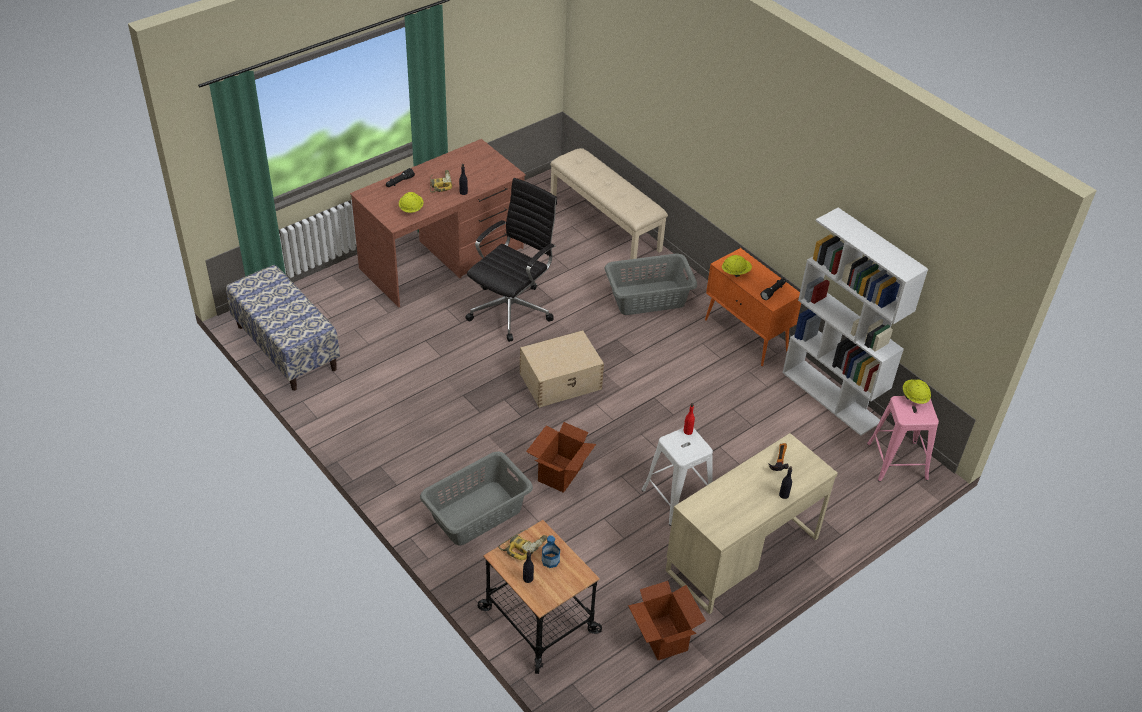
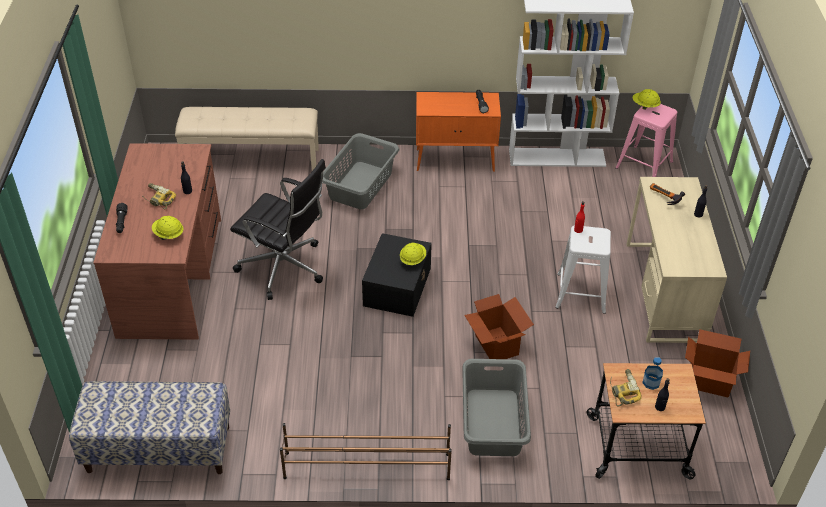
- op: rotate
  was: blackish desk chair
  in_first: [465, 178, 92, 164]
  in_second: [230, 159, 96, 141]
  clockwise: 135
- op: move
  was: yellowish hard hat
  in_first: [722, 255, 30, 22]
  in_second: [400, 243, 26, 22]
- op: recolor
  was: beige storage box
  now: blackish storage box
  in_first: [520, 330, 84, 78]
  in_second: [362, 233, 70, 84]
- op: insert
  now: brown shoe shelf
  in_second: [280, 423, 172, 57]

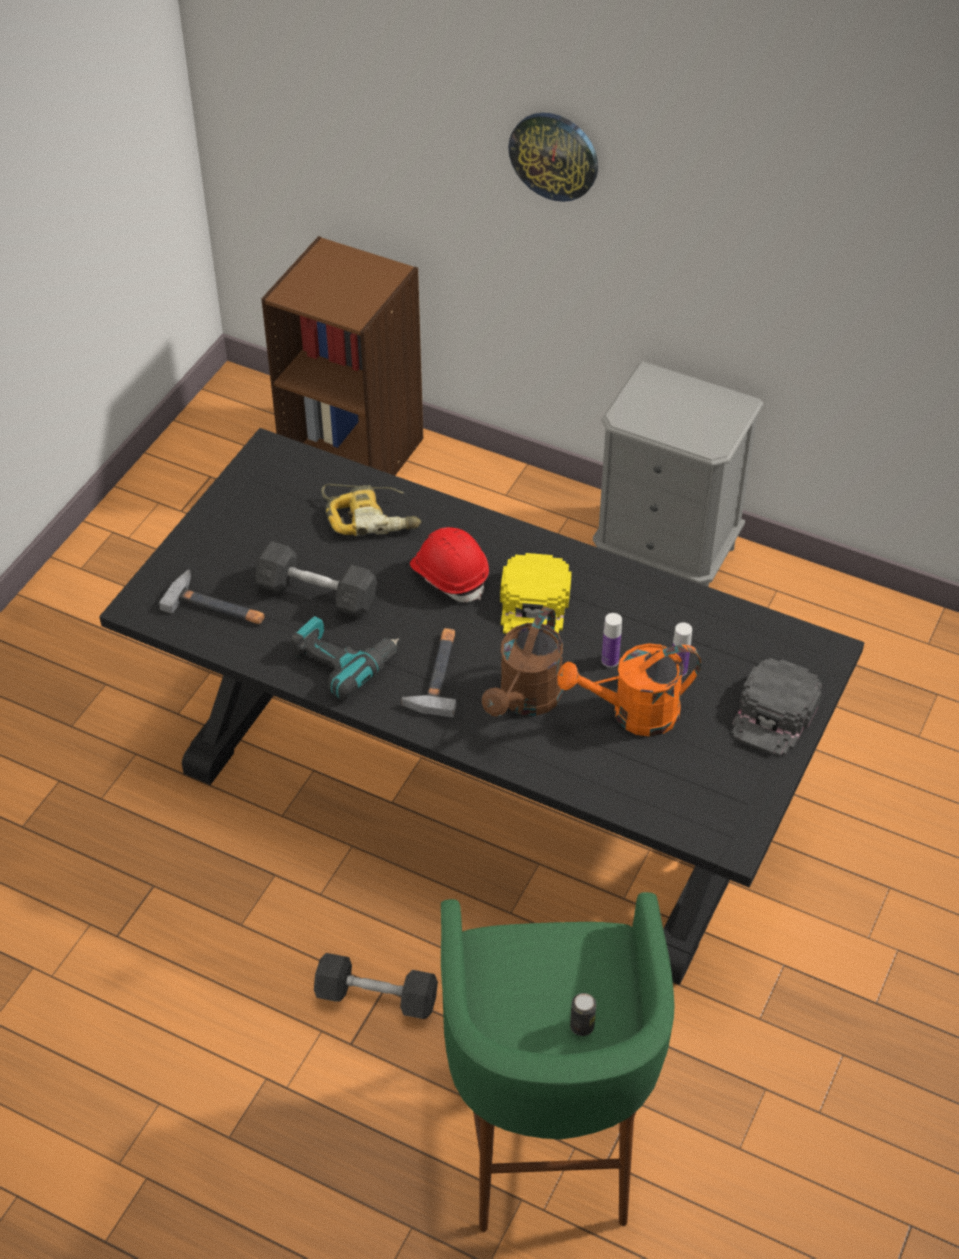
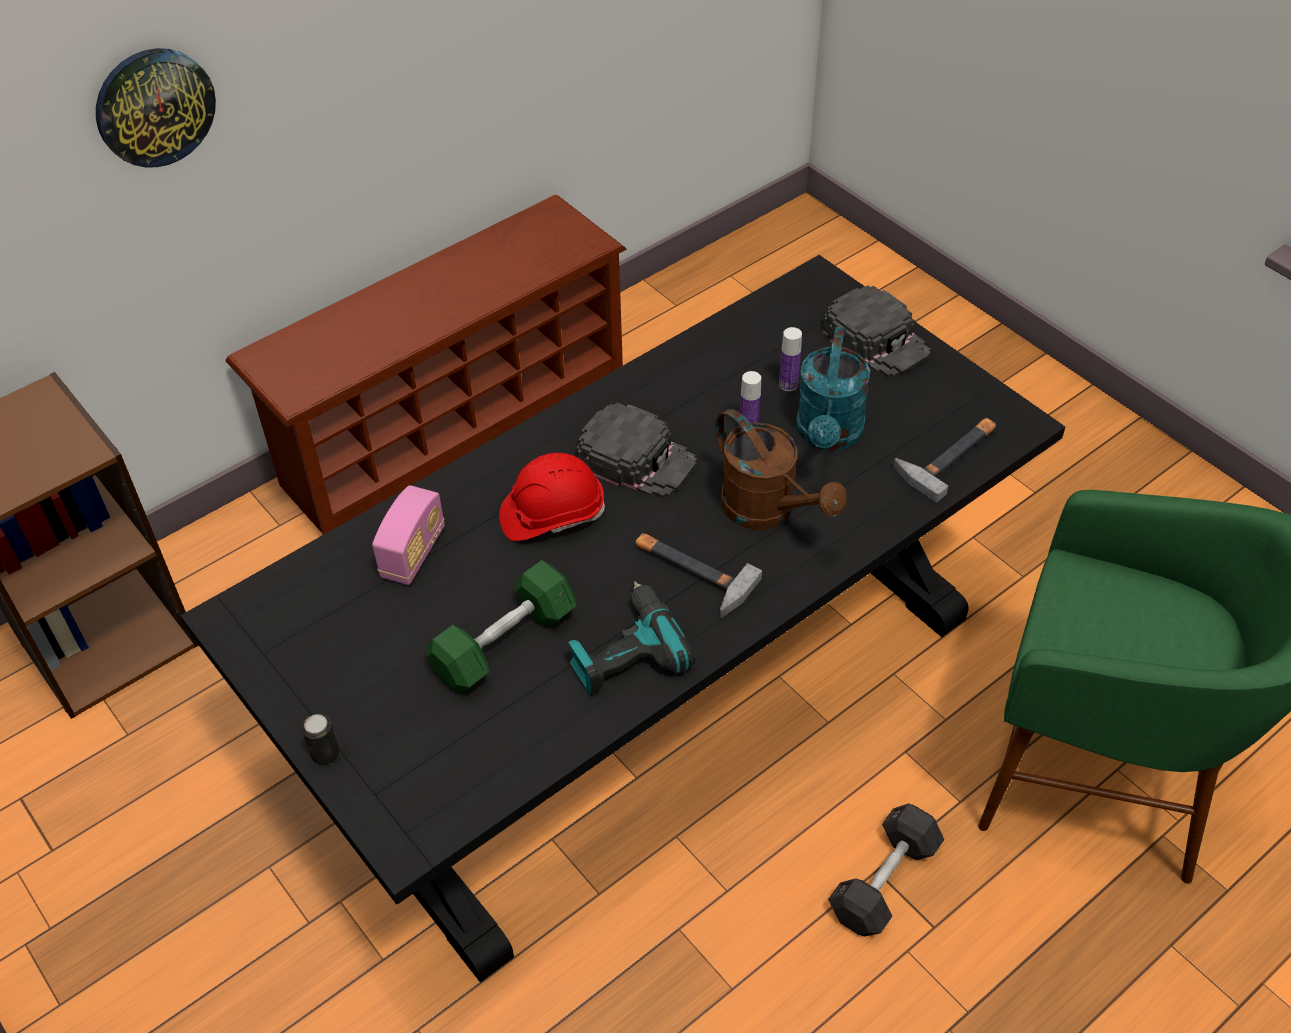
- op: replace
  was: grey night table
  now: brown shoe shelf
  in_first: [593, 361, 171, 226]
  in_second: [226, 195, 401, 340]
- op: replace
  was: drill
  now: radio receiver
  in_first: [321, 484, 100, 52]
  in_second: [372, 485, 73, 100]
- op: recolor
  was: grey hand weight
  now: green hand weight
  in_first: [255, 541, 122, 77]
  in_second: [426, 560, 151, 134]
- op: recolor
  was: yellowish cap
  now: blackish cap
  in_first: [500, 553, 71, 81]
  in_second: [576, 403, 121, 95]
- op: move
  was: hammer
  in_first: [159, 569, 106, 55]
  in_second: [893, 418, 103, 85]
- op: recolor
  was: orangey watering pot
  now: blue-green watering pot
  in_first: [558, 643, 143, 94]
  in_second: [796, 327, 74, 124]
- op: move
  was: sealed can
  in_first: [570, 993, 26, 43]
  in_second: [302, 714, 38, 51]

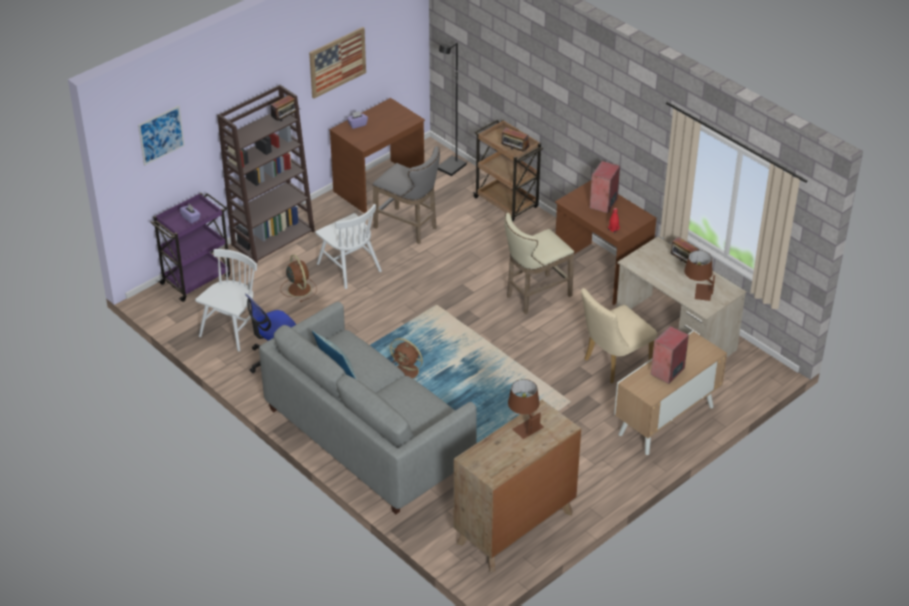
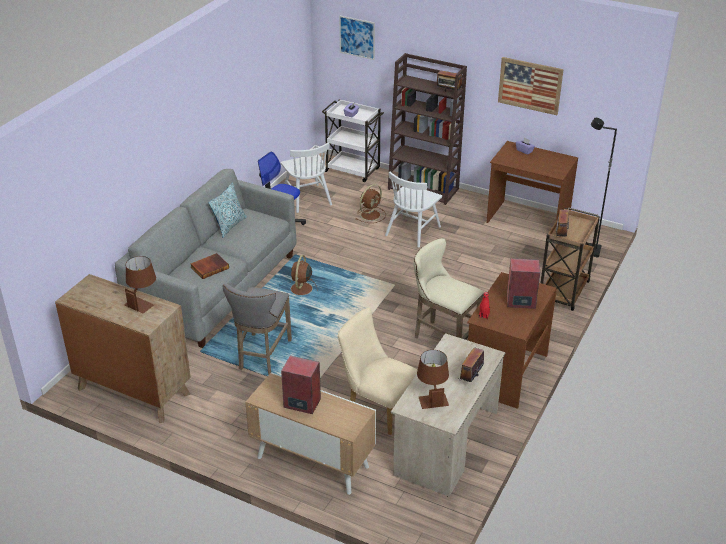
- op: move
  was: grey stool seat
  in_first: [373, 146, 67, 98]
  in_second: [223, 283, 69, 92]
- op: recolor
  was: purplish trolley
  now: whitish trolley
  in_first: [150, 193, 81, 109]
  in_second: [322, 99, 62, 83]
- op: rotate
  was: whitish chair
  in_first: [195, 249, 62, 103]
  in_second: [281, 142, 51, 71]
  clockwise: 60
- op: insert
  now: volume
  in_second: [191, 253, 38, 26]

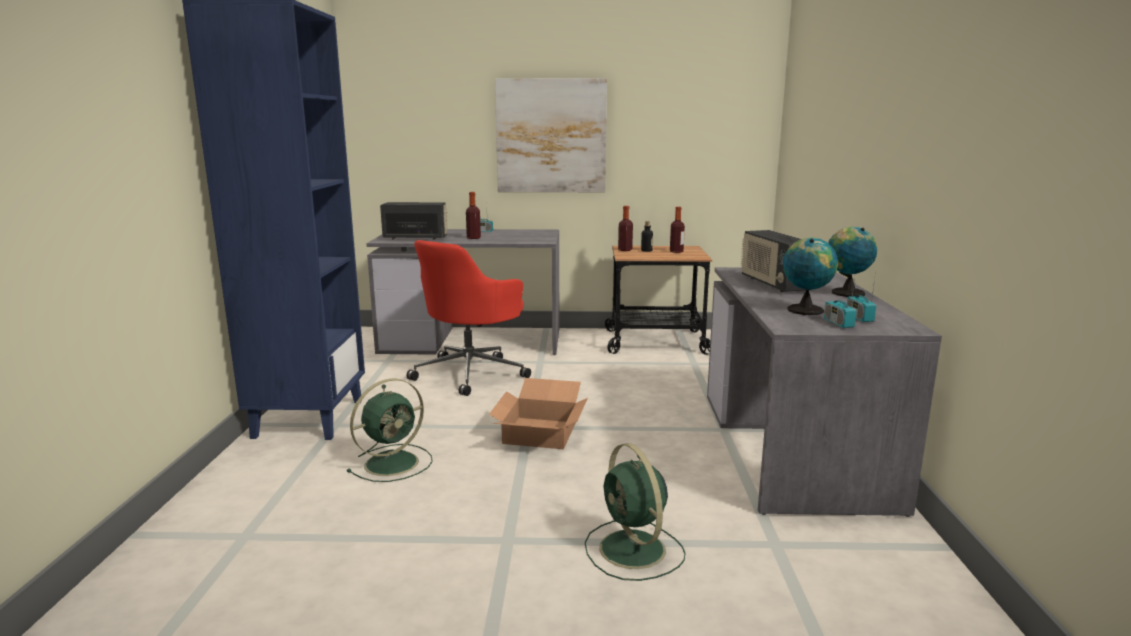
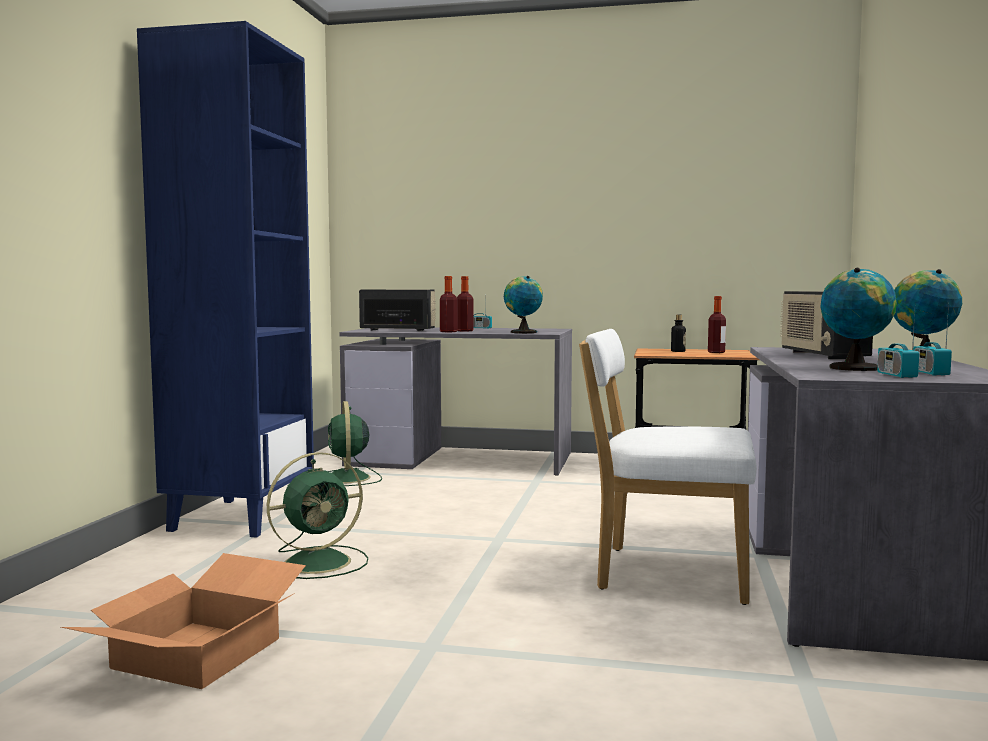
- op: delete
  was: picture
  in_first: [495, 78, 112, 114]
- op: move
  was: beverage bottle
  in_first: [618, 206, 15, 45]
  in_second: [440, 276, 17, 56]
- op: delete
  was: reddish desk chair
  in_first: [406, 240, 125, 156]
- op: move
  was: cardboard box
  in_first: [489, 378, 99, 71]
  in_second: [61, 553, 245, 136]
- op: move
  was: green cooling fan
  in_first: [585, 443, 101, 138]
  in_second: [327, 401, 55, 85]
- op: insert
  now: globe
  in_second: [504, 276, 39, 57]
- op: insert
  now: whitish chair
  in_second: [579, 329, 178, 276]

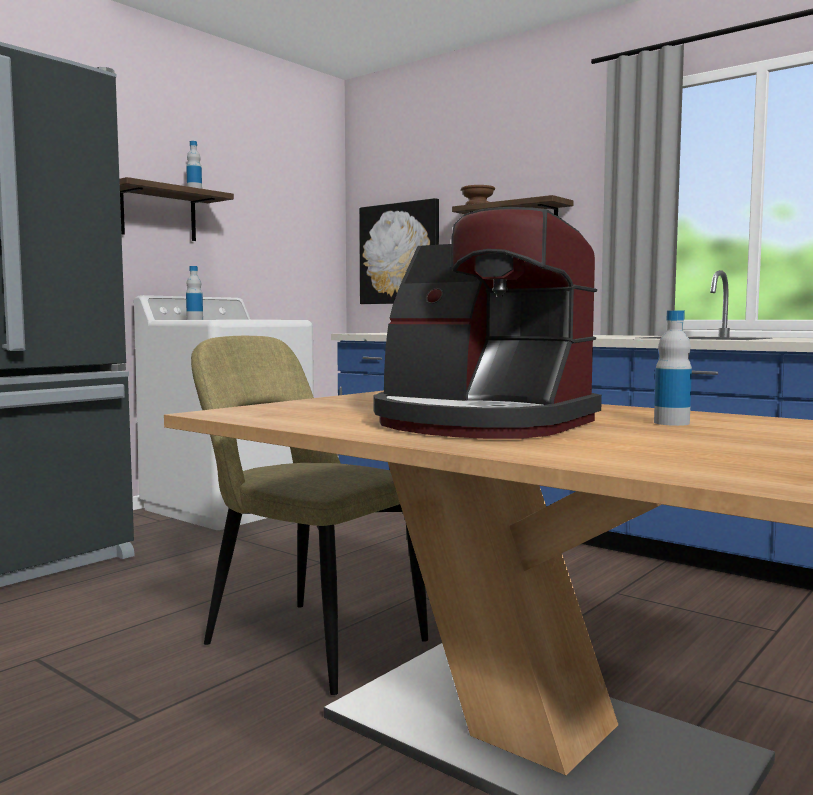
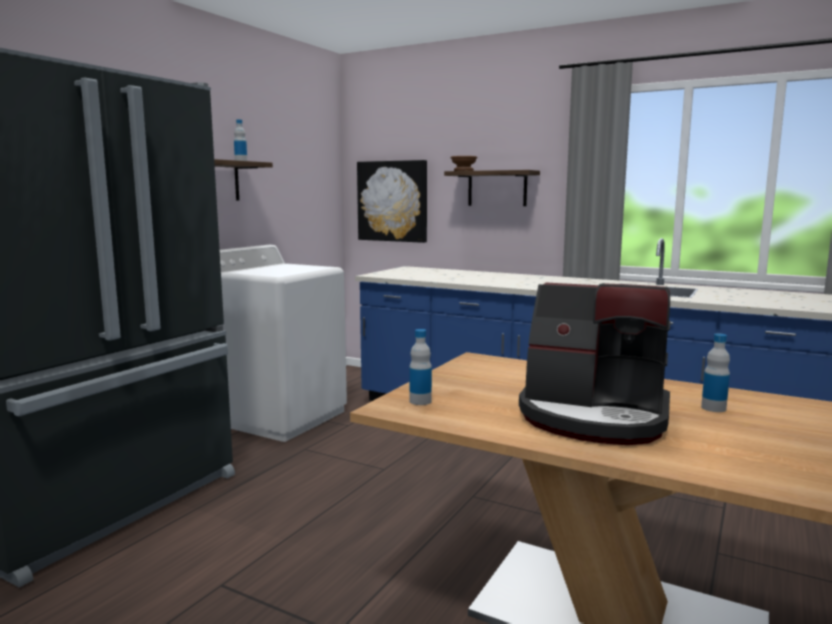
- op: move
  was: beverage bottle
  in_first: [186, 266, 17, 54]
  in_second: [409, 329, 23, 76]
- op: delete
  was: beige chair
  in_first: [191, 336, 237, 359]

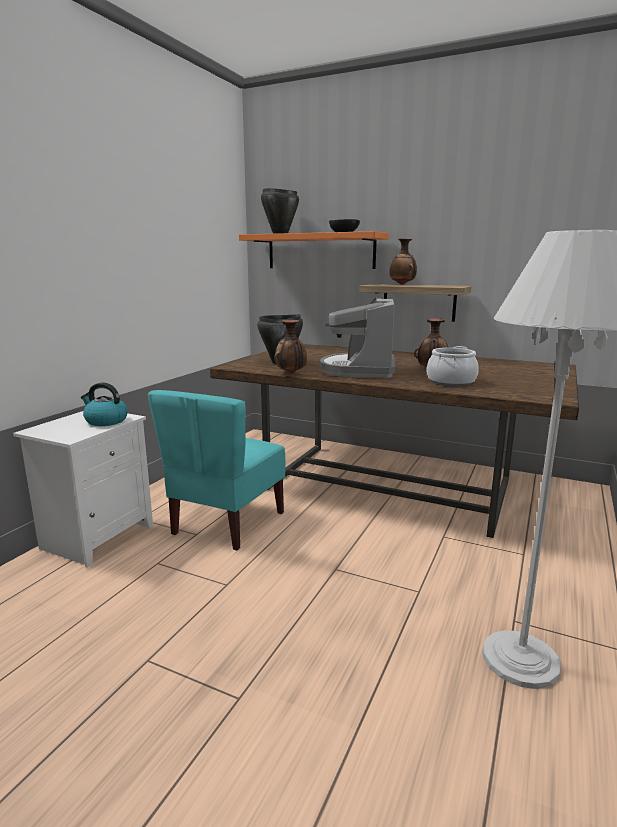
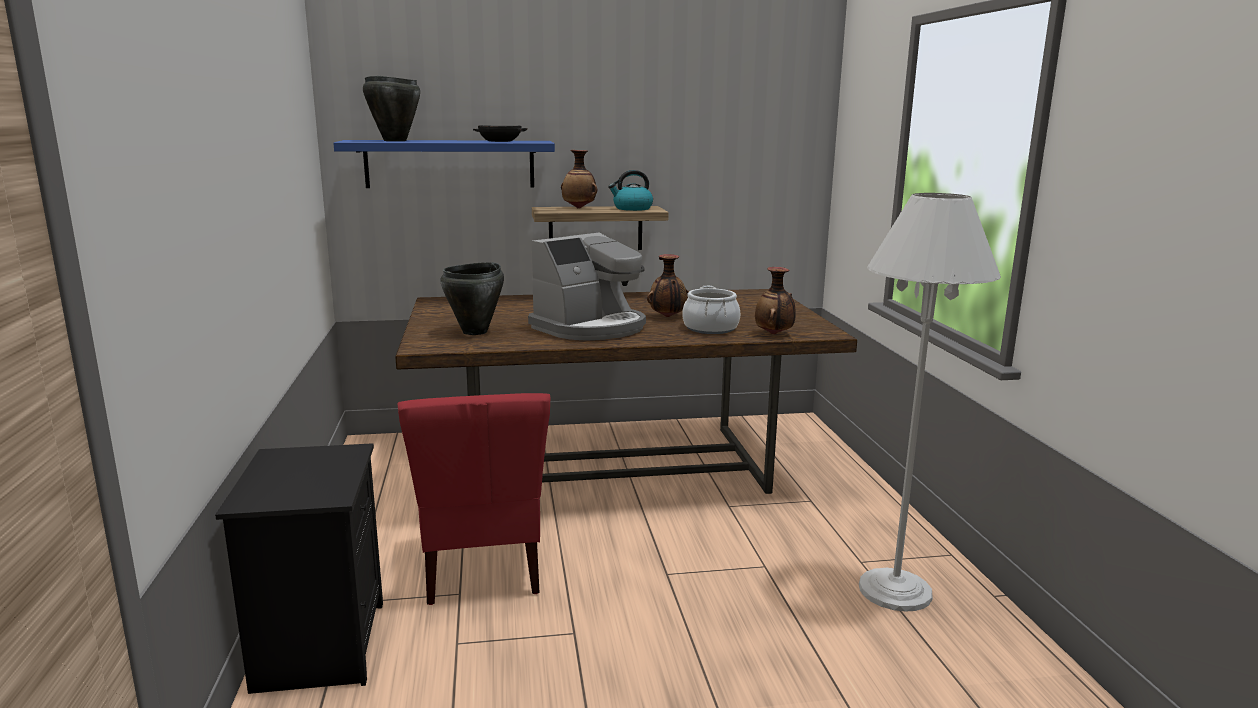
- op: recolor
  was: orangey wall shelf
  now: blue wall shelf
  in_first: [239, 231, 150, 38]
  in_second: [333, 140, 222, 48]
- op: rotate
  was: coffee brewer
  in_first: [320, 298, 75, 80]
  in_second: [528, 233, 118, 108]
  clockwise: -105
- op: move
  was: flower vase
  in_first: [274, 320, 33, 53]
  in_second: [755, 267, 41, 68]
- op: move
  was: water kettle
  in_first: [81, 382, 47, 44]
  in_second: [608, 170, 45, 41]
- op: recolor
  was: blue-green chair
  now: reddish chair
  in_first: [148, 390, 138, 161]
  in_second: [398, 393, 152, 212]
- op: recolor
  was: whitish night table
  now: blackish night table
  in_first: [13, 411, 140, 157]
  in_second: [215, 443, 168, 251]

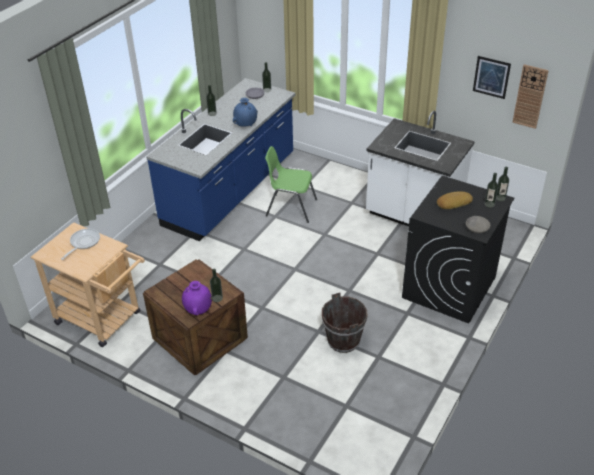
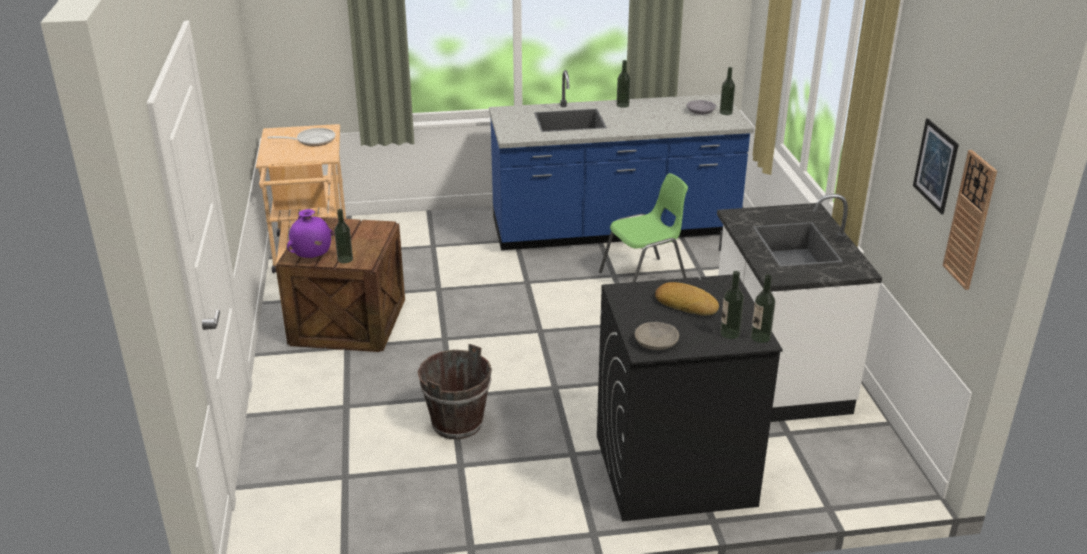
- op: delete
  was: blue flower vase
  in_first: [233, 98, 25, 29]
- op: rotate
  was: green chair
  in_first: [265, 146, 52, 77]
  in_second: [599, 173, 89, 109]
  clockwise: 90

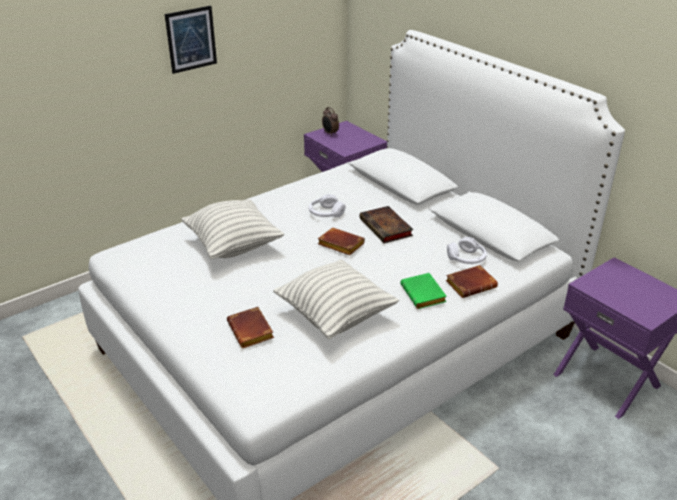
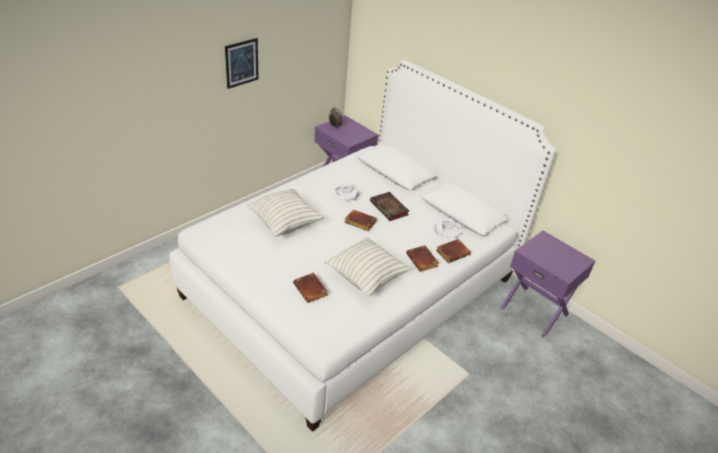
- op: recolor
  was: green volume
  now: brown volume
  in_first: [400, 273, 47, 36]
  in_second: [406, 245, 33, 27]

